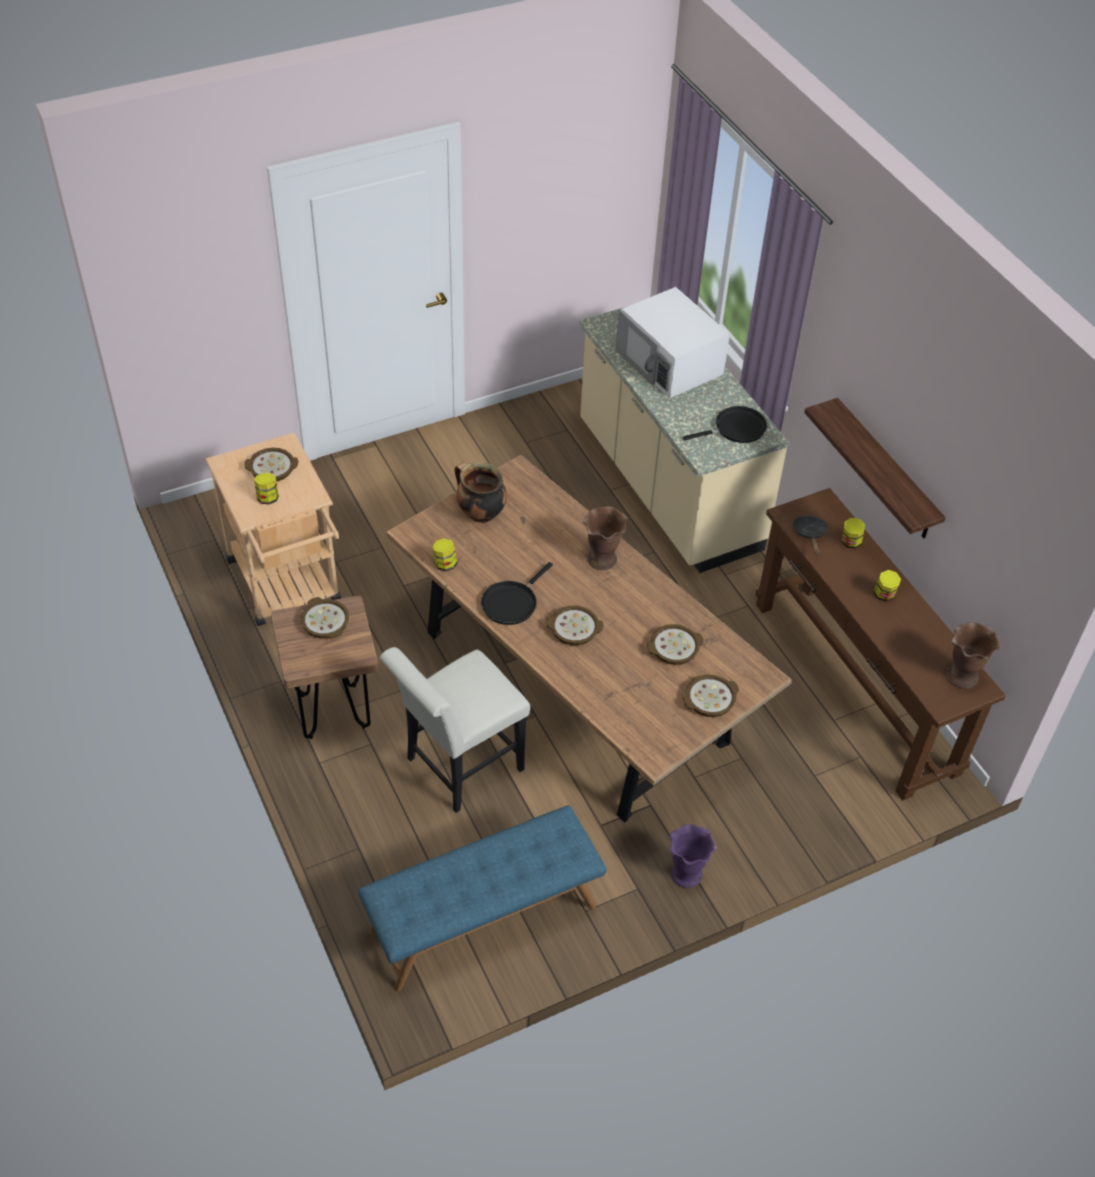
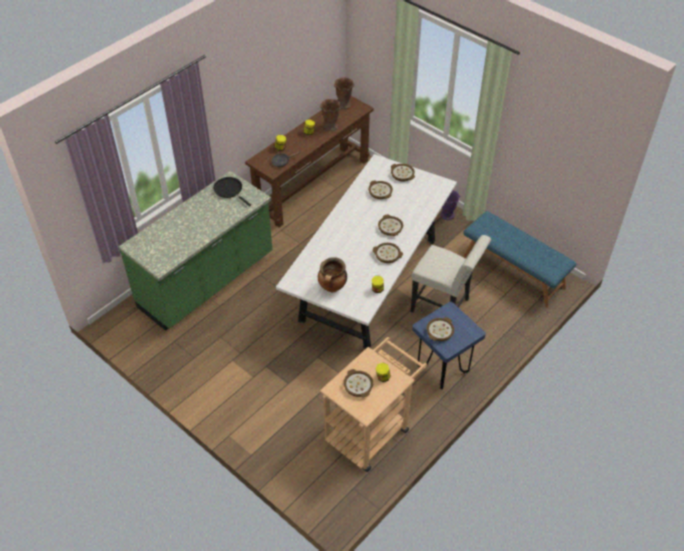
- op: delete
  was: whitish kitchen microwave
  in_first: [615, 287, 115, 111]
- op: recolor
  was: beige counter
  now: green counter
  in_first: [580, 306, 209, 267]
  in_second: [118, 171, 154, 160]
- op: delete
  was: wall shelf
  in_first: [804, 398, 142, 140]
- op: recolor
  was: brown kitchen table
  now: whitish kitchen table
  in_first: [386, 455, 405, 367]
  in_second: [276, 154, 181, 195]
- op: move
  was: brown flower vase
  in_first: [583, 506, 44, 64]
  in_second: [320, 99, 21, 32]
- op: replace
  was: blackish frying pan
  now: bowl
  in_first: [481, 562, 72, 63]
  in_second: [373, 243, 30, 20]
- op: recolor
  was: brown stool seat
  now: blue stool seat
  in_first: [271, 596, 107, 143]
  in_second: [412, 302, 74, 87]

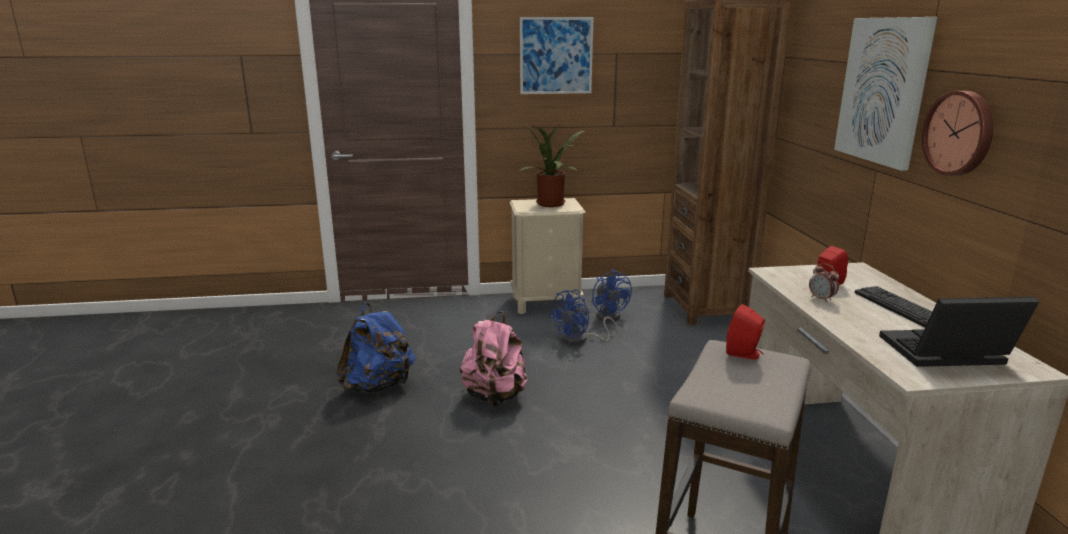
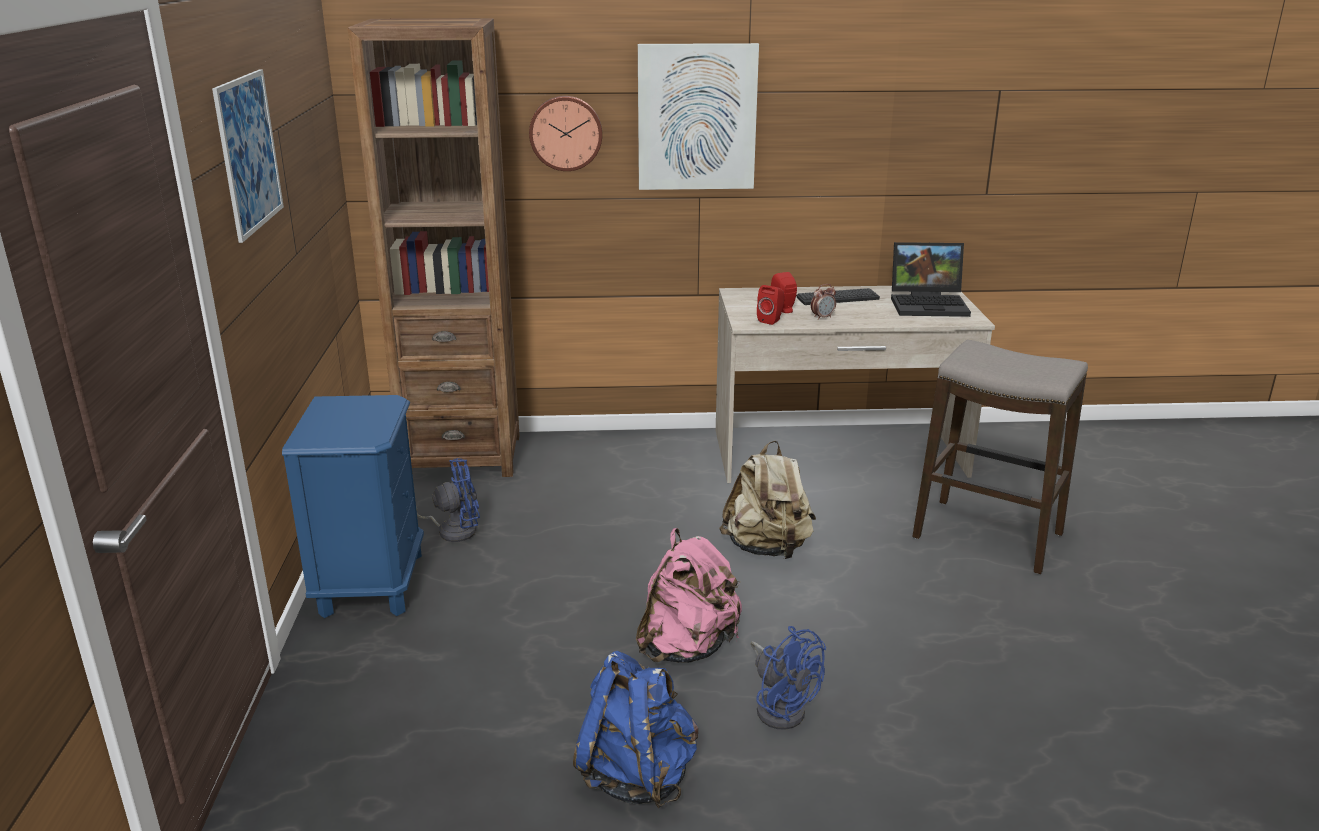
- op: move
  was: wall clock
  in_first: [922, 91, 71, 85]
  in_second: [529, 96, 73, 75]
- op: delete
  was: potted plant
  in_first: [518, 125, 66, 82]
- op: recolor
  was: beige night table
  now: blue night table
  in_first: [509, 198, 77, 116]
  in_second: [282, 395, 142, 223]
- op: move
  was: blue cooling fan
  in_first: [549, 290, 69, 55]
  in_second: [751, 626, 75, 104]
- op: rotate
  was: portable computer
  in_first: [879, 297, 160, 70]
  in_second: [891, 242, 80, 75]
  clockwise: -90
- op: move
  was: reddish audio speaker
  in_first: [726, 304, 39, 56]
  in_second: [757, 285, 27, 40]
- op: insert
  now: beige rucksack
  in_second: [719, 441, 97, 118]

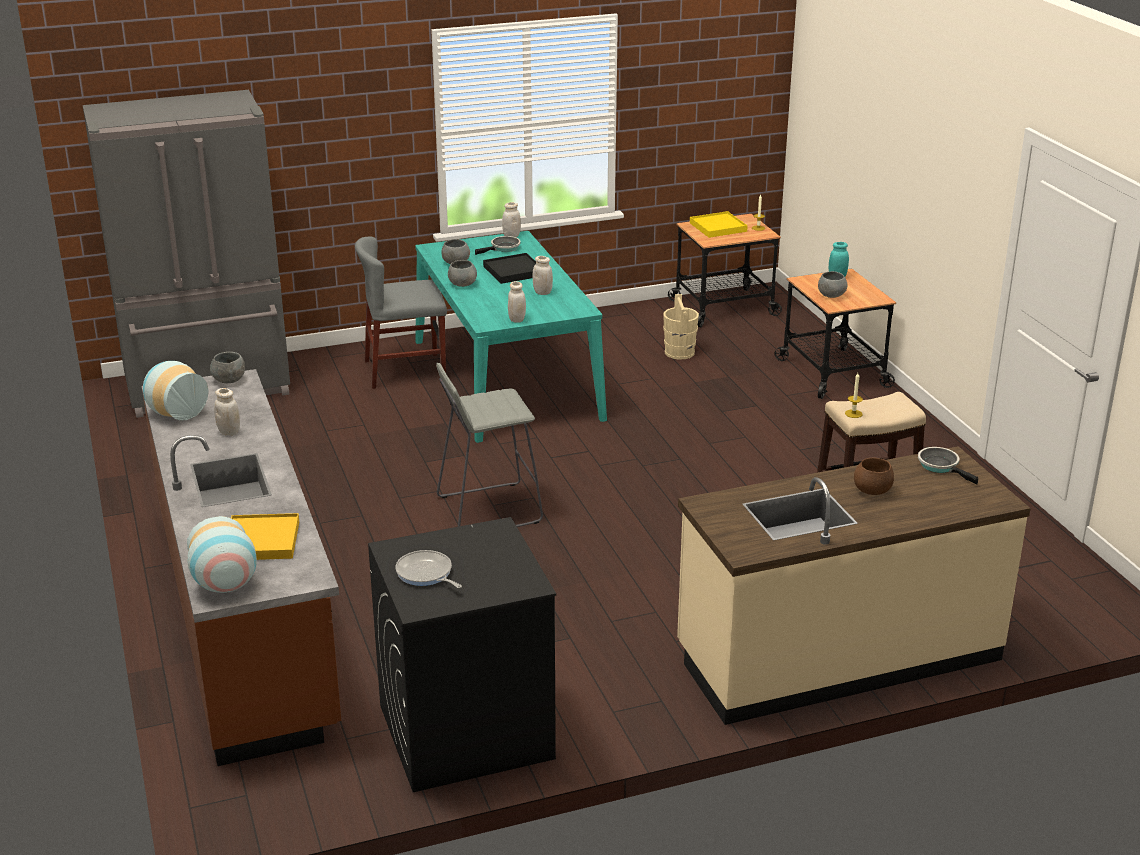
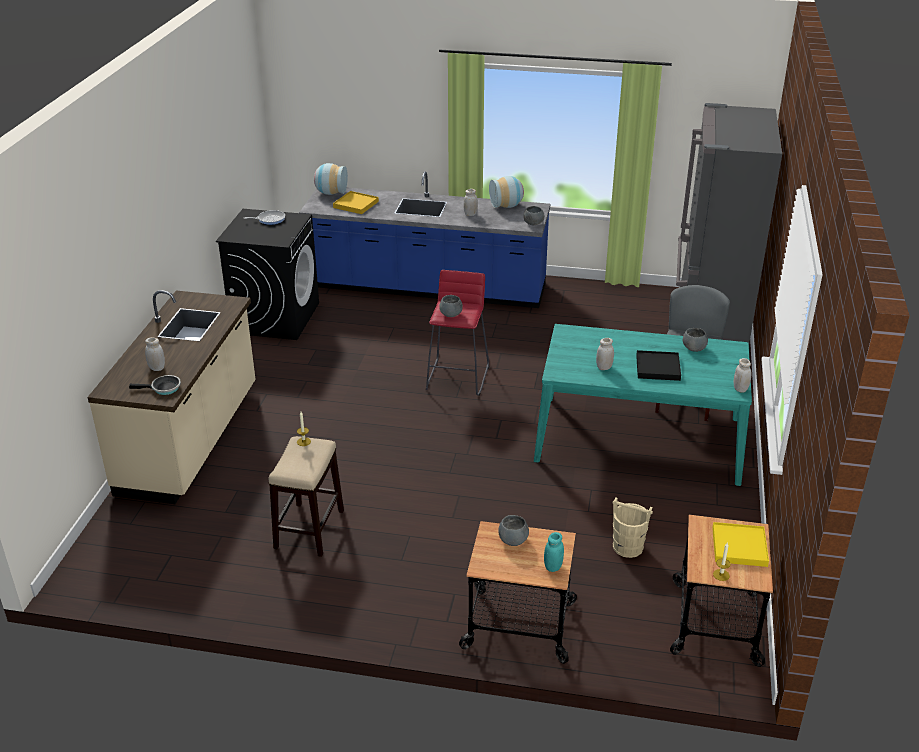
- op: delete
  was: frying pan
  in_first: [475, 236, 46, 19]
- op: move
  was: grey bowl
  in_first: [448, 260, 29, 27]
  in_second: [439, 295, 24, 22]
- op: move
  was: whitish storage jar
  in_first: [508, 281, 18, 42]
  in_second: [145, 337, 20, 34]
- op: recolor
  was: grey stool seat
  now: reddish stool seat
  in_first: [436, 363, 107, 164]
  in_second: [426, 270, 63, 126]
- op: recolor
  was: brown counter
  now: blue counter
  in_first: [142, 369, 199, 397]
  in_second: [299, 172, 251, 136]
- op: delete
  was: brown bowl
  in_first: [854, 458, 40, 37]

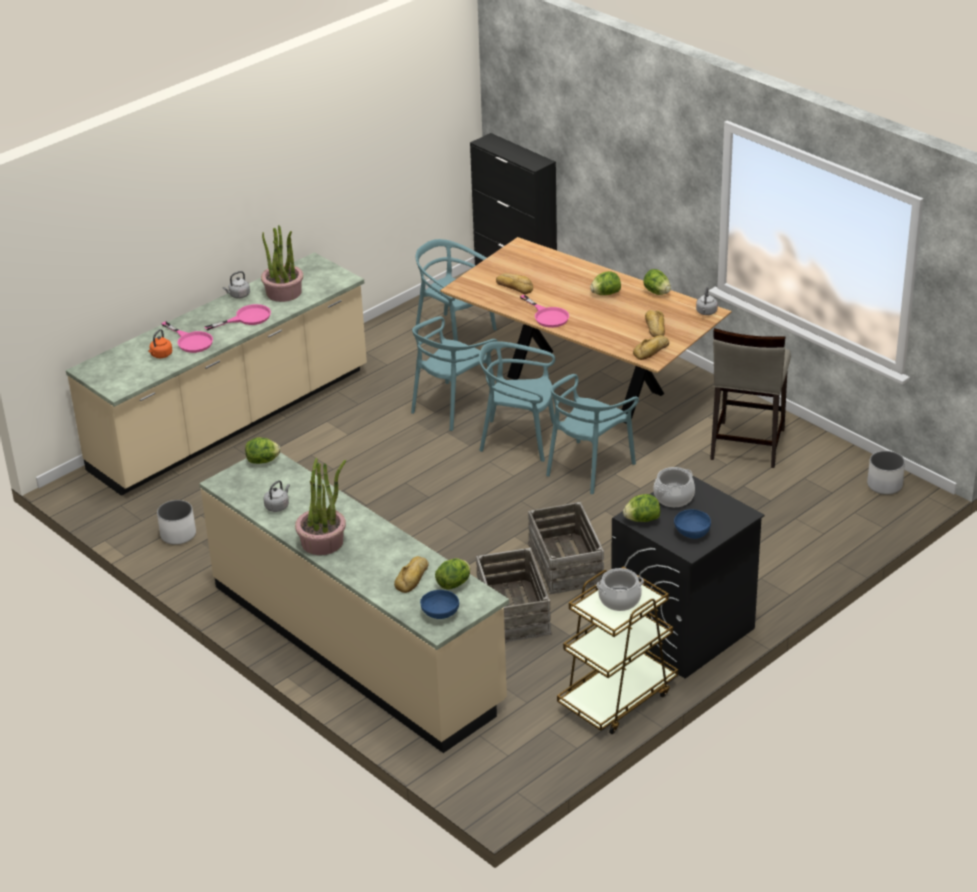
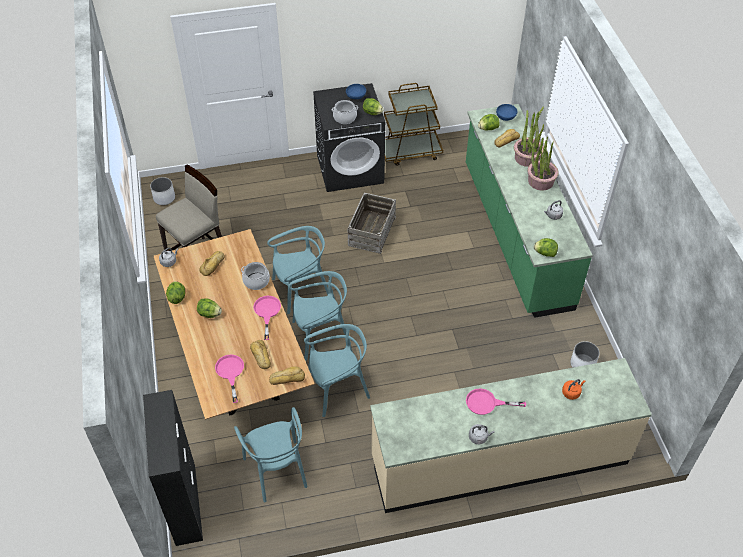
- op: move
  was: potted plant
  in_first: [261, 225, 42, 77]
  in_second: [514, 106, 30, 61]
- op: move
  was: pink frying pan
  in_first: [161, 321, 52, 32]
  in_second: [215, 355, 29, 48]
- op: move
  was: baked bread
  in_first: [633, 335, 36, 25]
  in_second: [269, 366, 36, 19]
- op: rotate
  was: blue-green chair
  in_first: [479, 341, 76, 121]
  in_second: [288, 271, 63, 90]
  clockwise: -60
- op: recolor
  was: beige counter
  now: green counter
  in_first: [199, 452, 310, 301]
  in_second: [466, 104, 127, 214]
- op: delete
  was: shipping crate
  in_first: [476, 548, 76, 94]
- op: move
  was: saucepot
  in_first: [596, 568, 48, 43]
  in_second: [241, 262, 29, 28]

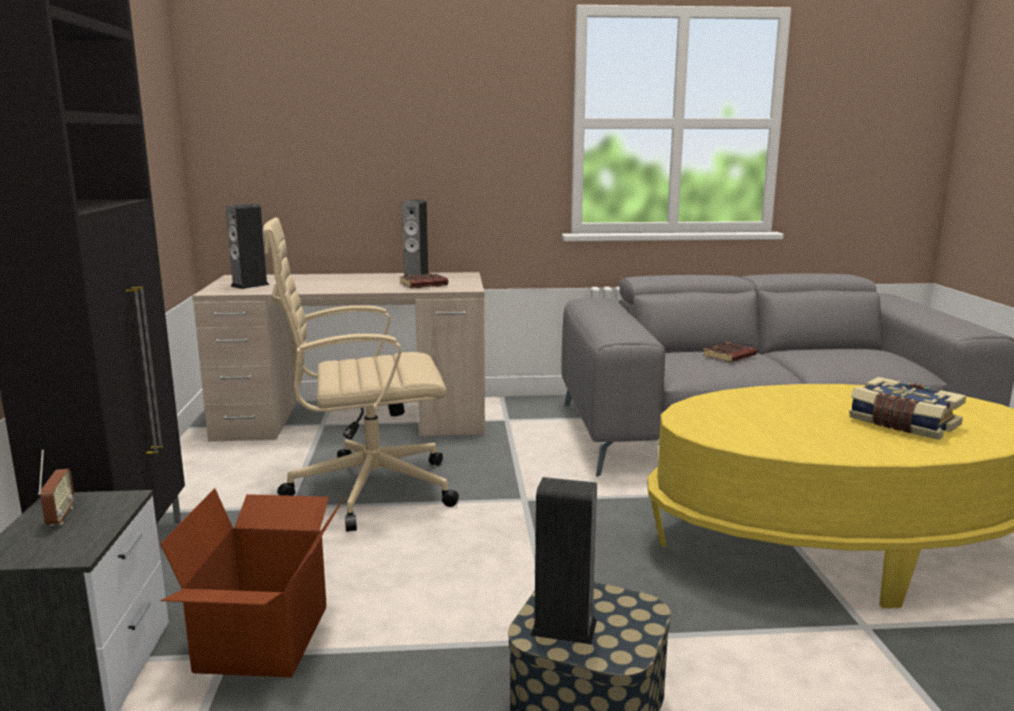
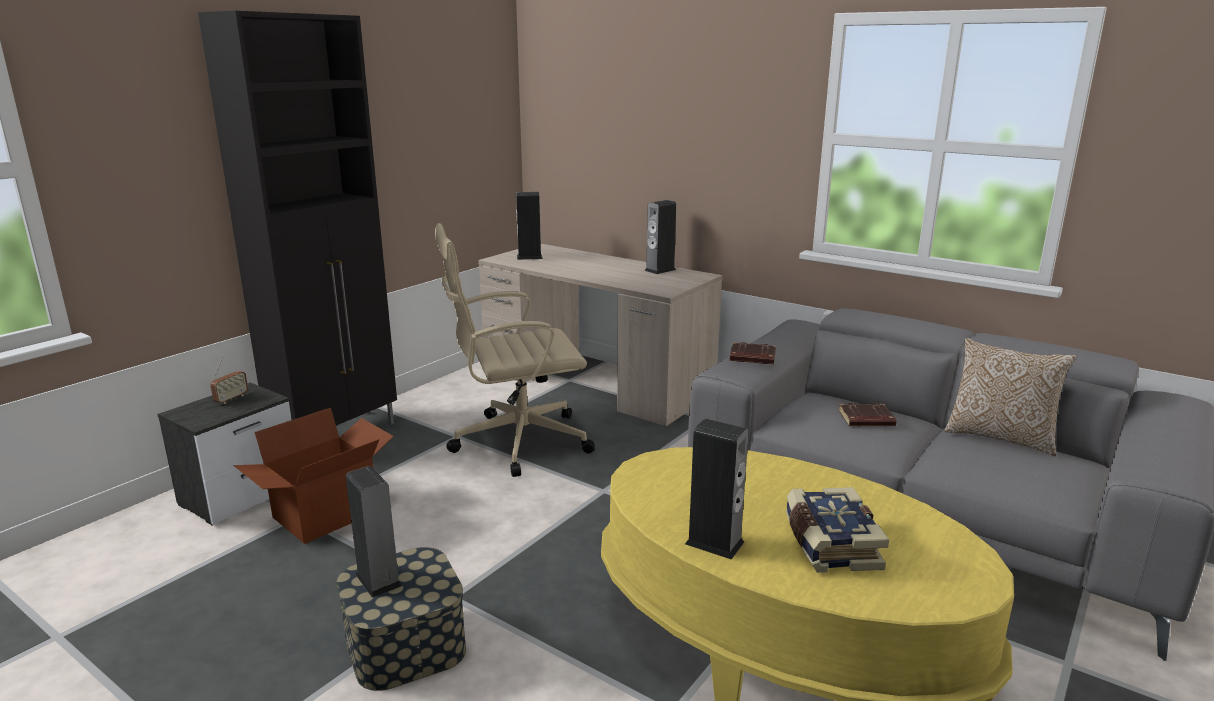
- op: rotate
  was: beige desk chair
  in_first: [262, 218, 197, 314]
  in_second: [435, 223, 160, 254]
  clockwise: -45
- op: move
  was: brown volume
  in_first: [400, 273, 48, 15]
  in_second: [730, 342, 46, 22]
- op: insert
  now: pillow
  in_second: [944, 338, 132, 118]
- op: insert
  now: audio speaker
  in_second: [685, 419, 64, 141]

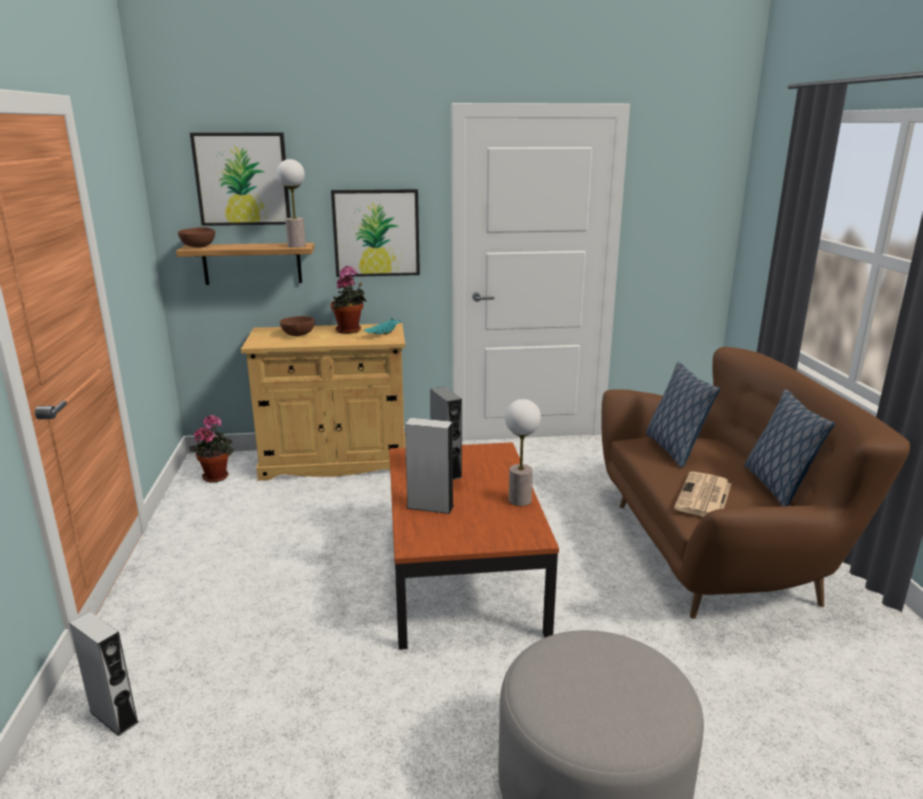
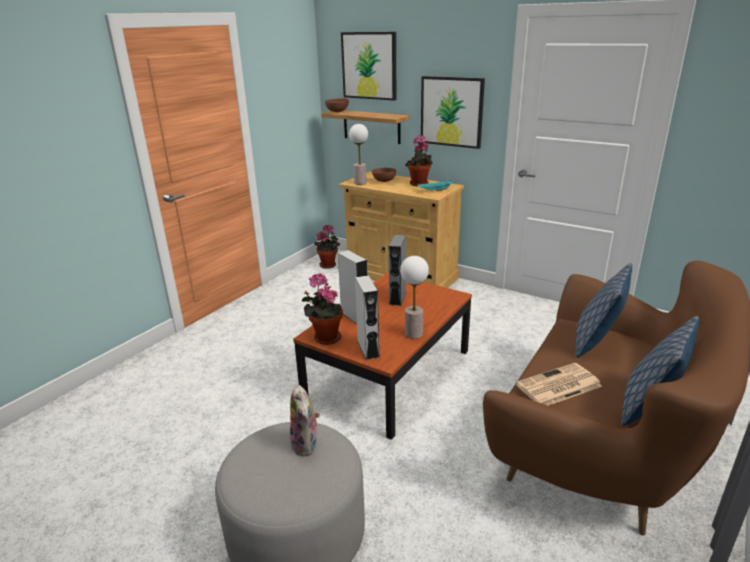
- op: move
  was: table lamp
  in_first: [277, 159, 29, 89]
  in_second: [349, 124, 19, 61]
- op: move
  was: grey audio speaker
  in_first: [69, 612, 70, 124]
  in_second: [355, 275, 25, 85]
- op: insert
  now: potted plant
  in_second: [301, 273, 42, 72]
- op: insert
  now: plush toy
  in_second: [290, 384, 30, 72]

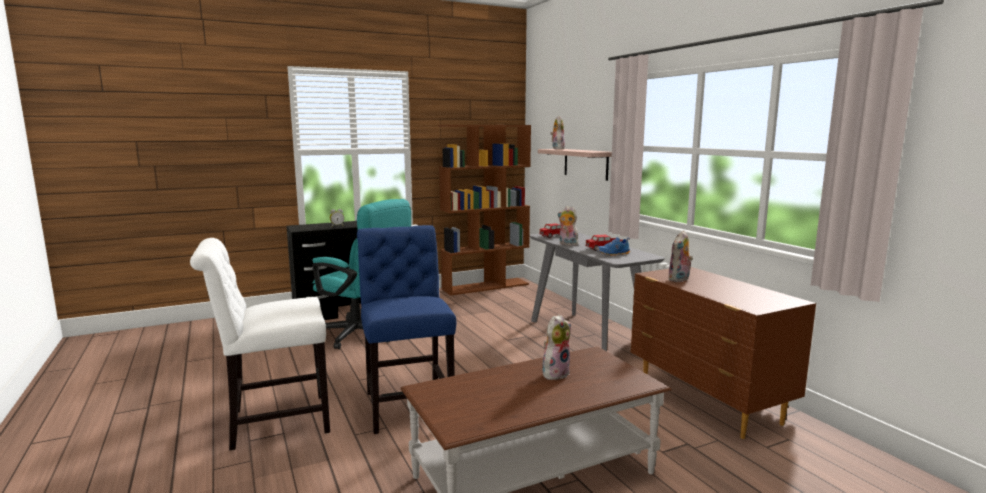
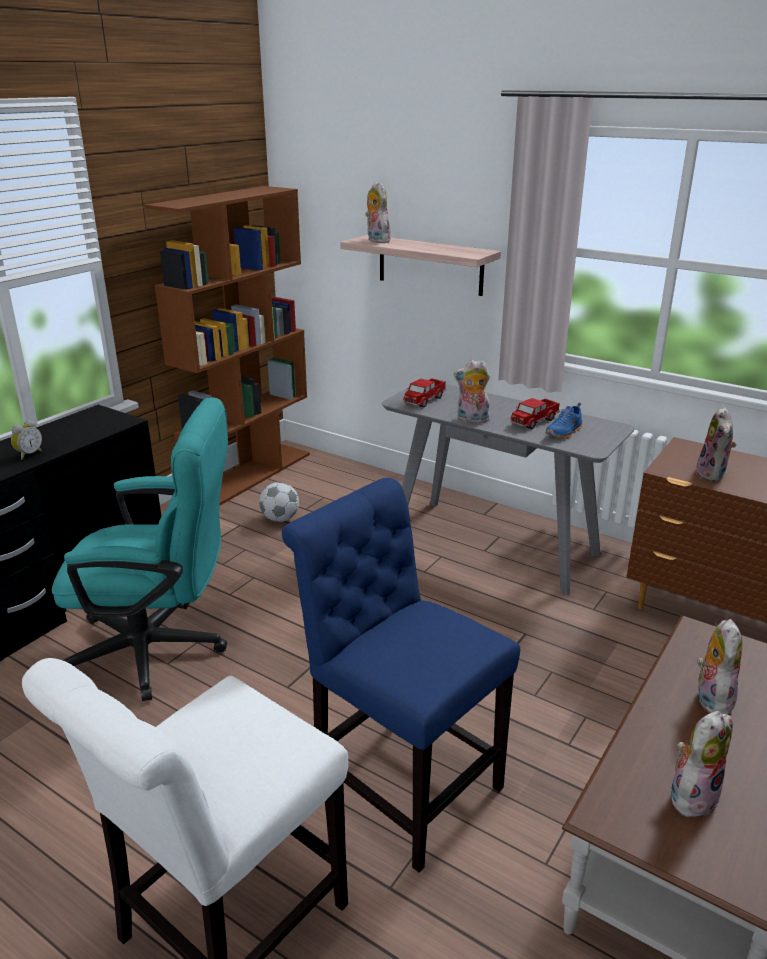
- op: insert
  now: ball for football
  in_second: [259, 482, 40, 40]
- op: insert
  now: plush toy
  in_second: [671, 711, 62, 107]

